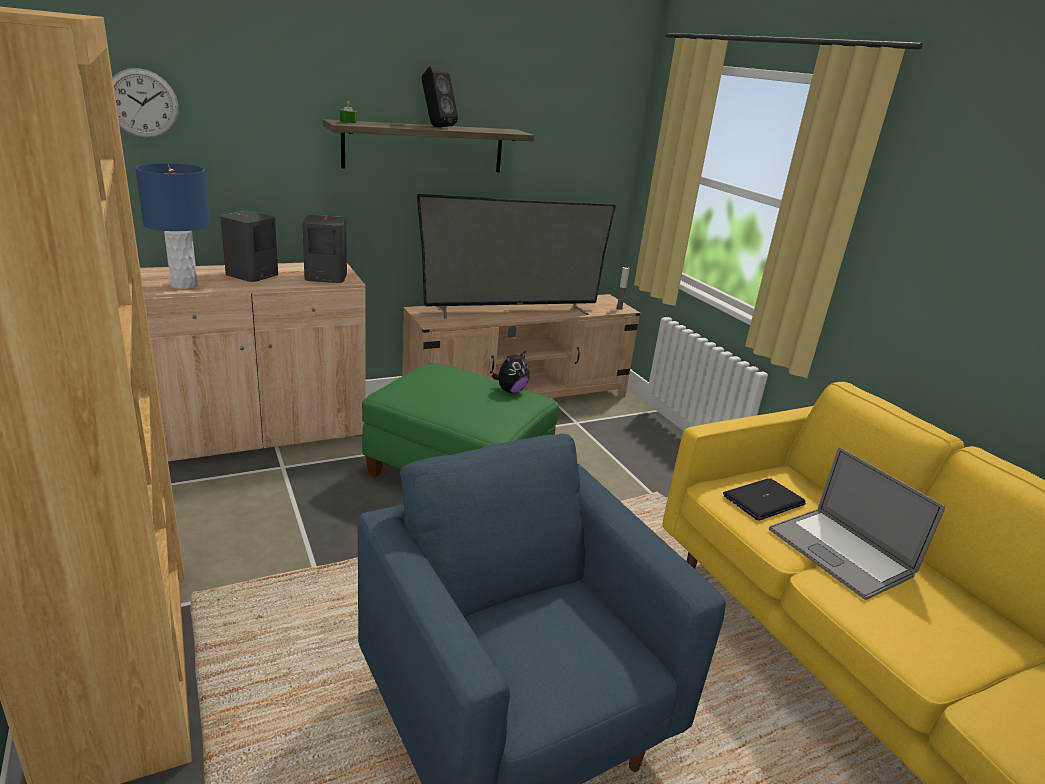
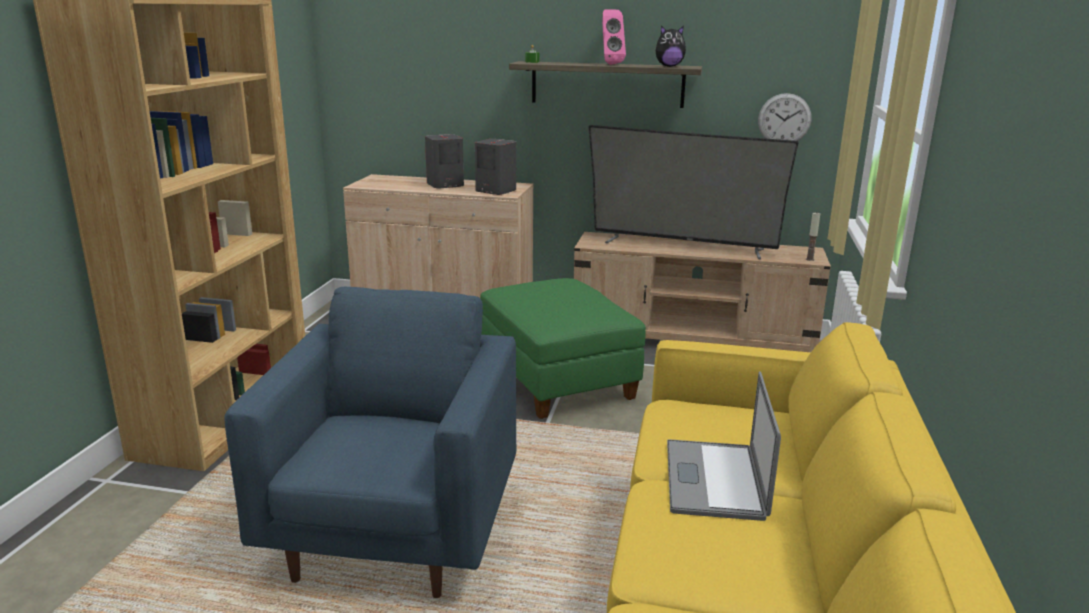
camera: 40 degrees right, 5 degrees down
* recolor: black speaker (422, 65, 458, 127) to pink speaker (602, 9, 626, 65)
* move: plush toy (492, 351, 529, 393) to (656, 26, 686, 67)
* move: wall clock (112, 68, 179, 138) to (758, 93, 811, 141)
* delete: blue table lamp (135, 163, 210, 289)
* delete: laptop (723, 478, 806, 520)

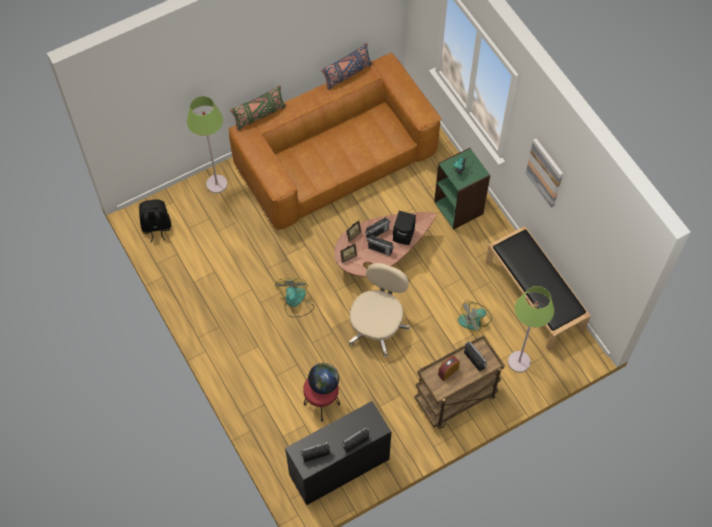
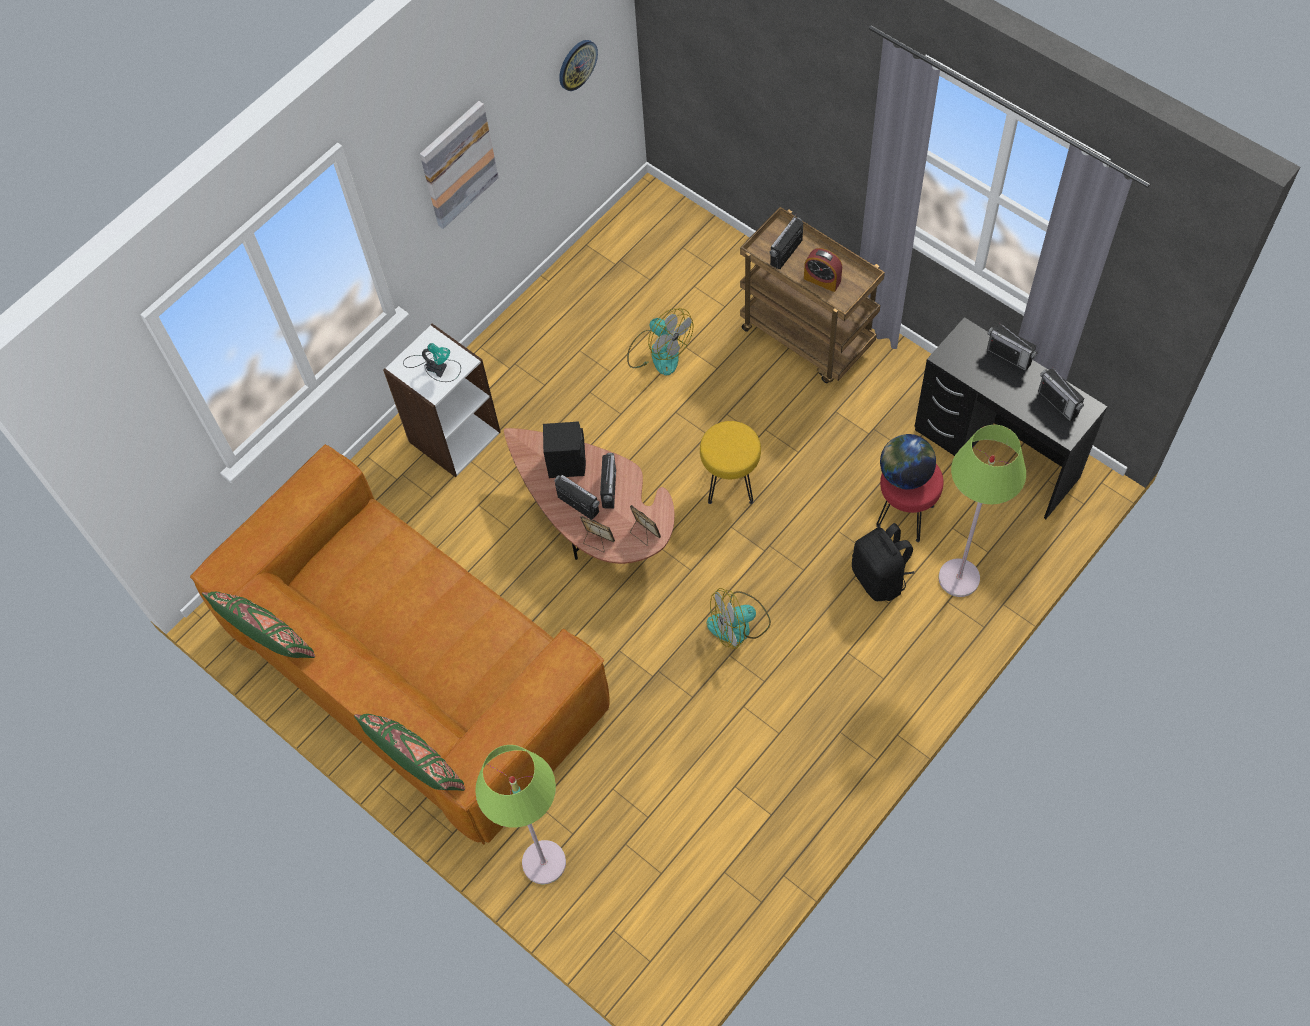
camera: 105 degrees left, 0 degrees up
* recolor: blue pillow (321, 43, 372, 90) to green pillow (202, 592, 315, 658)
* recolor: green bookcase (434, 148, 491, 230) to white bookcase (383, 324, 501, 477)
* insert: wall clock (559, 40, 598, 91)
* replace: beige office chair (349, 263, 410, 357) to yellow stool (700, 421, 761, 504)
* move: black backpack (139, 199, 171, 242) to (852, 523, 914, 601)
* move: green floor lamp (508, 286, 554, 373) to (938, 425, 1026, 597)
* delete: black bench (485, 226, 590, 351)

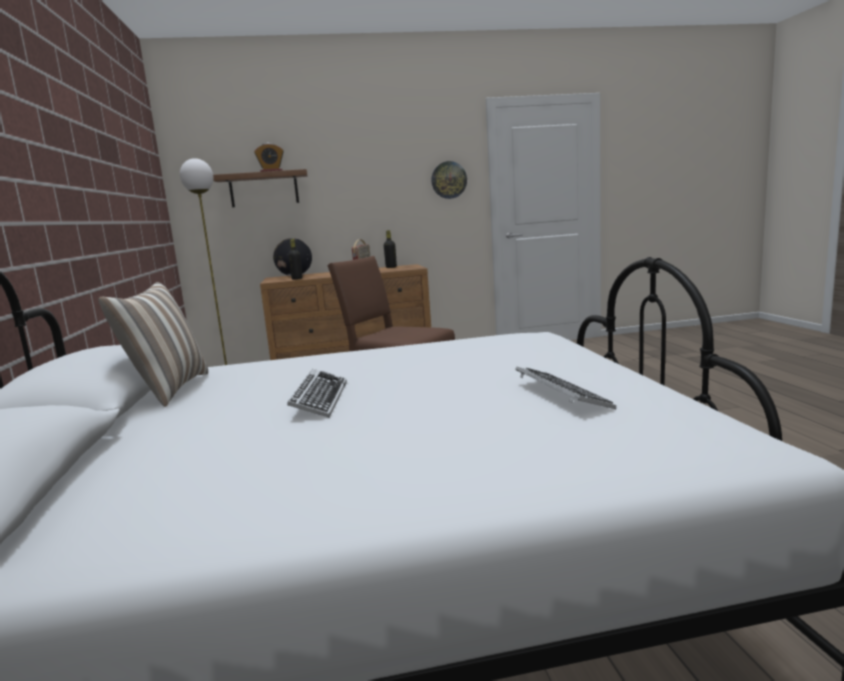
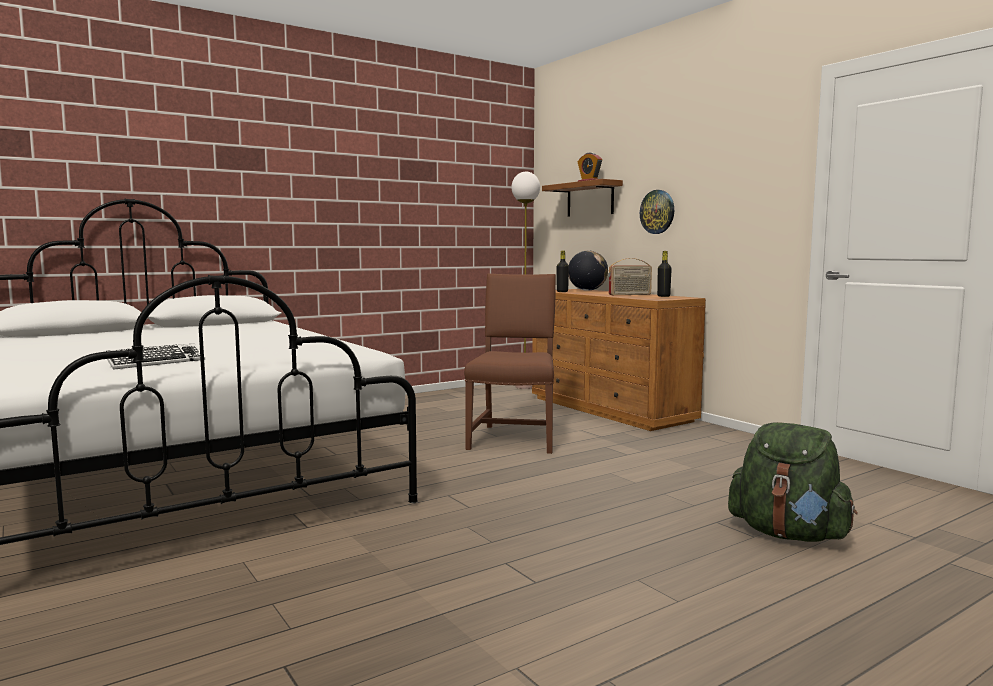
camera: 65 degrees right, 5 degrees down
* move: wall clock (431, 161, 467, 199) to (640, 190, 674, 234)
* insert: green backpack (728, 422, 858, 542)
* delete: pillow (98, 282, 208, 407)
* delete: keyboard (287, 369, 347, 418)

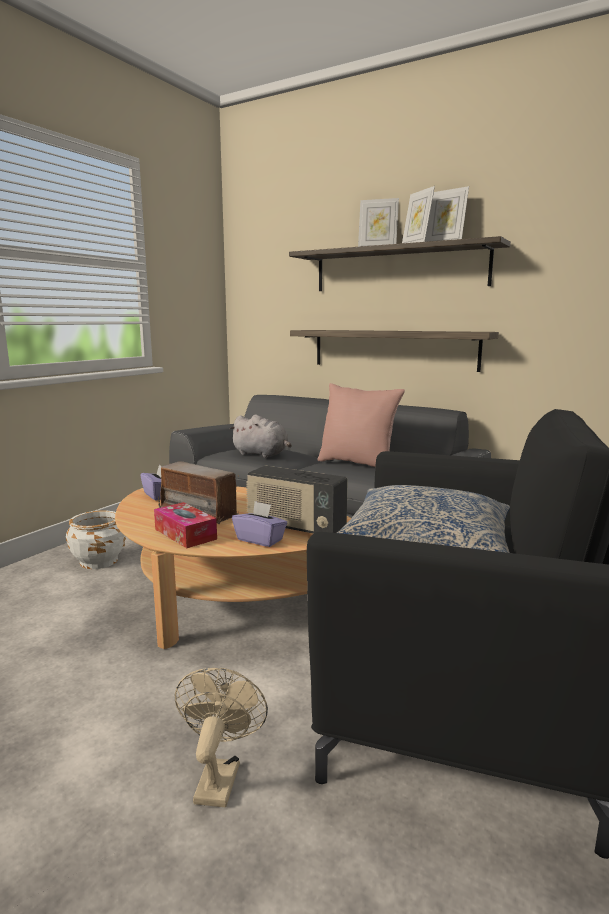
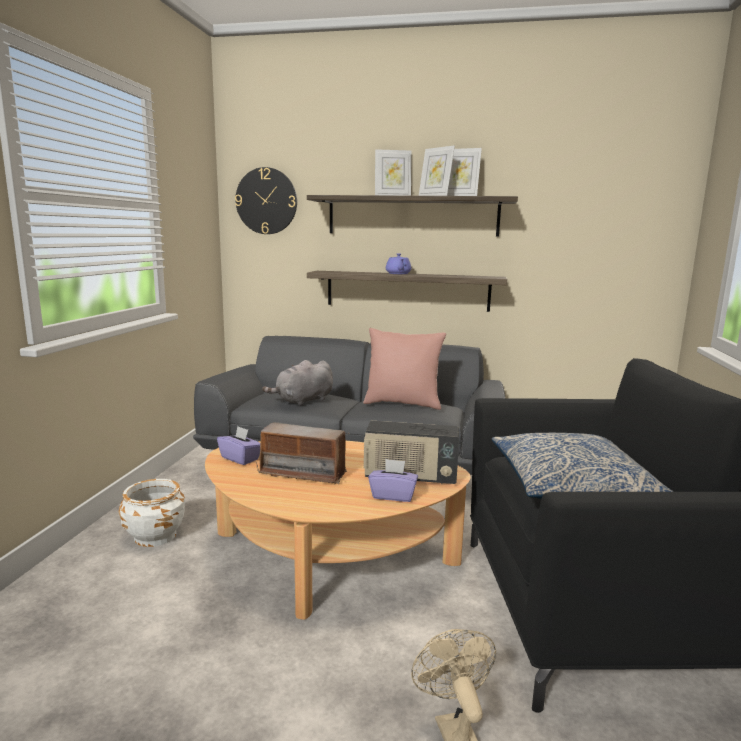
camera: 20 degrees left, 0 degrees up
* insert: wall clock (235, 167, 297, 234)
* rotate: grey plush toy (229, 415, 292, 458) = (262, 360, 333, 406) 135 degrees clockwise
* insert: purple teapot (386, 253, 411, 274)
* delete: tissue box (154, 502, 217, 548)

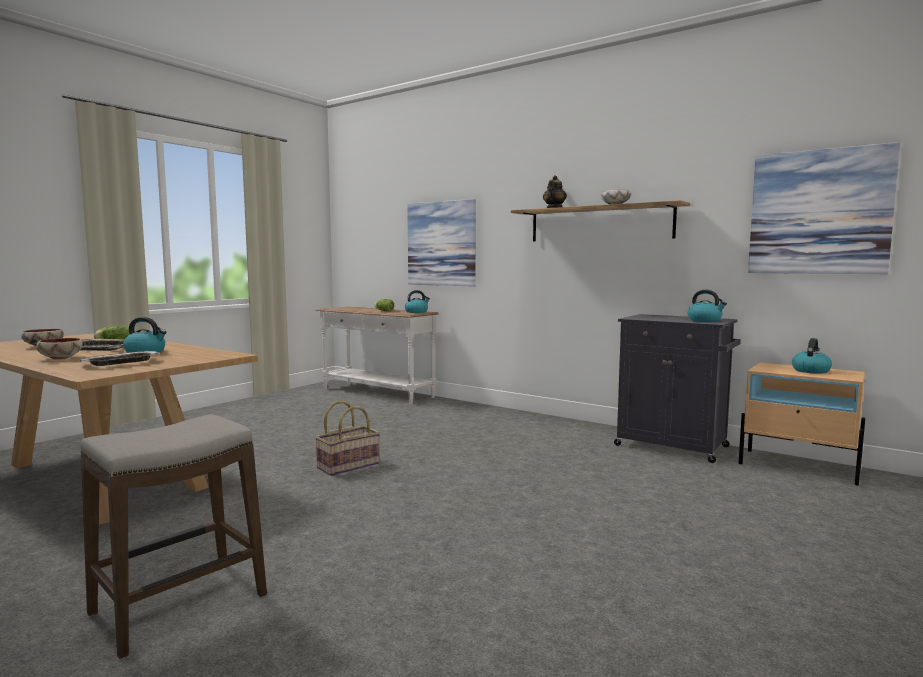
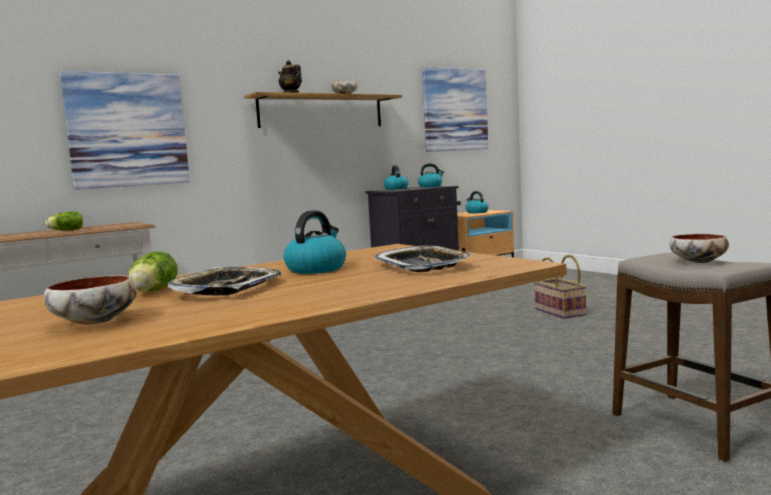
camera: 70 degrees left, 0 degrees up
* move: kettle (405, 290, 430, 313) to (384, 165, 409, 190)
* move: basket (315, 401, 380, 476) to (534, 255, 587, 319)
* move: bowl (36, 338, 83, 360) to (670, 234, 729, 263)

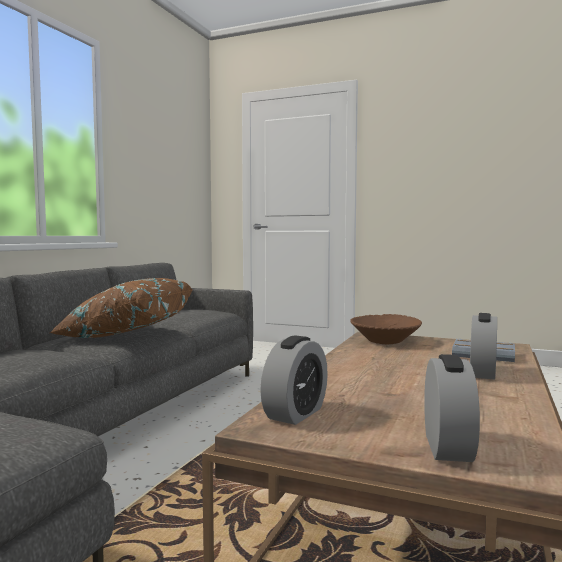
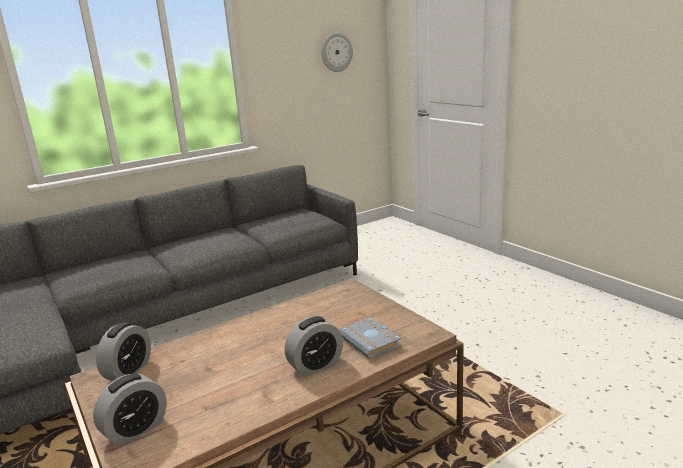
camera: 35 degrees right, 15 degrees up
* rotate: alarm clock (260, 335, 328, 425) = (96, 322, 151, 381) 45 degrees counterclockwise
* insert: wall clock (322, 32, 353, 72)
* delete: brown pillow (50, 278, 192, 338)
* delete: brown bowl (350, 314, 422, 344)

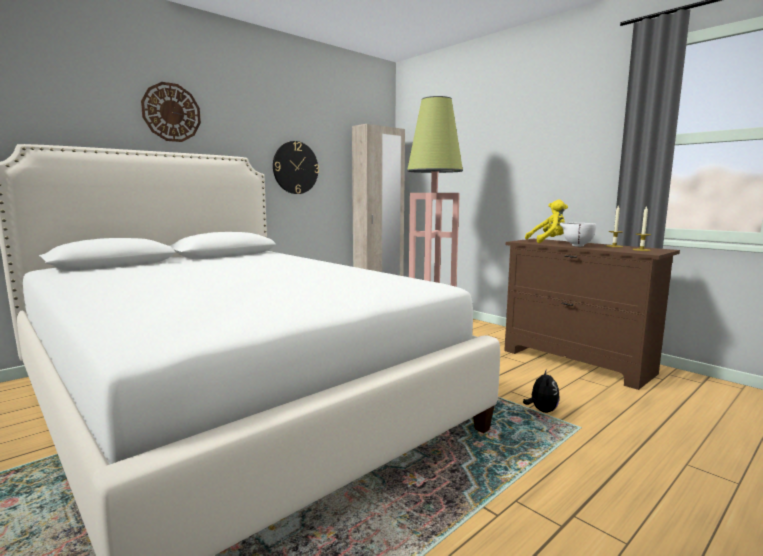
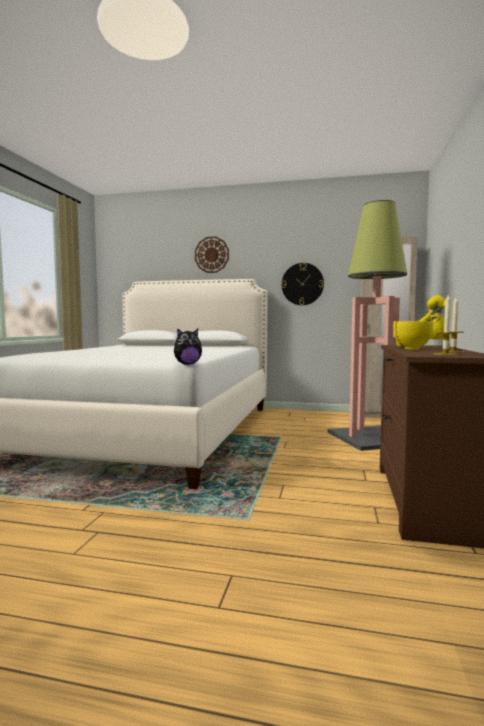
camera: 55 degrees right, 5 degrees down
* move: plush toy (523, 369, 559, 413) to (174, 328, 202, 365)
* recolor: white bowl (560, 222, 596, 247) to yellow bowl (393, 321, 433, 350)

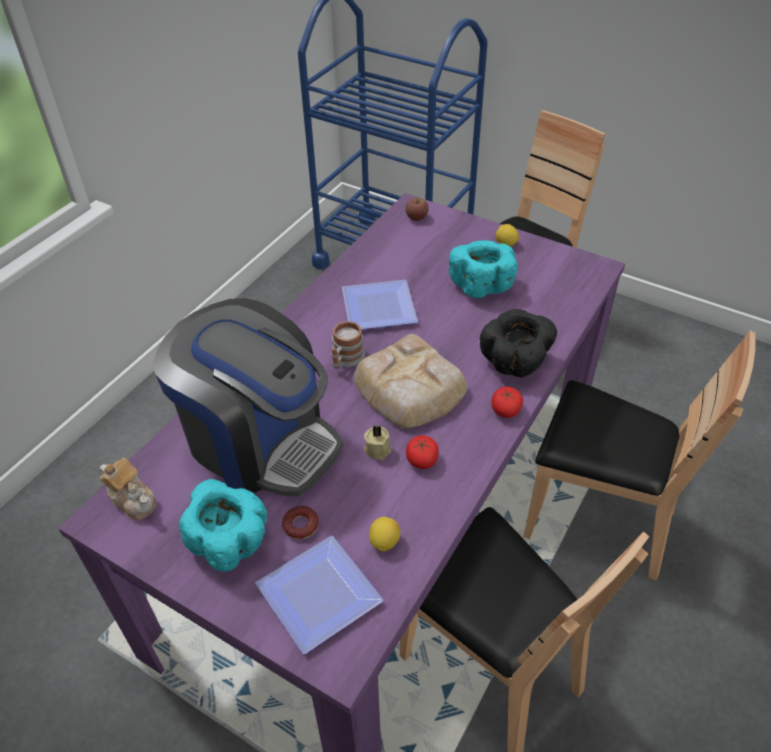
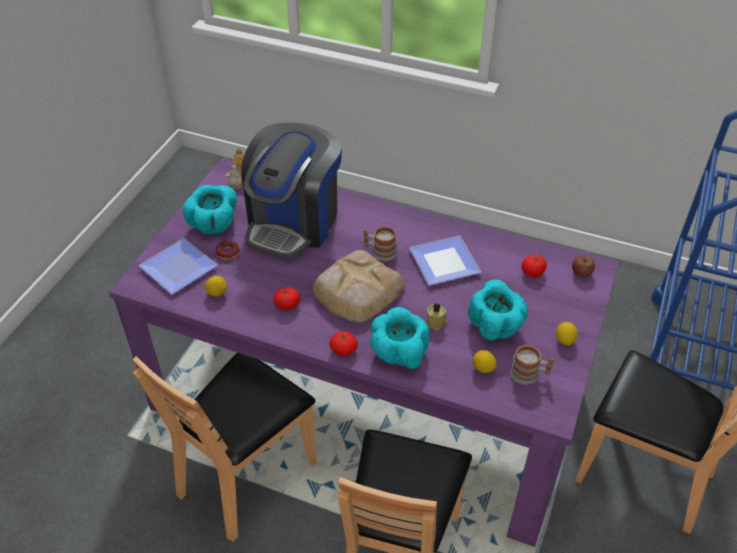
camera: 80 degrees right, 0 degrees up
* recolor: black bowl (480, 309, 557, 378) to turquoise bowl (370, 307, 429, 369)
* move: beige candle (364, 425, 391, 460) to (426, 303, 447, 331)
* insert: lemon (473, 350, 496, 373)
* insert: mug (510, 345, 554, 385)
* insert: tomato (522, 254, 547, 277)

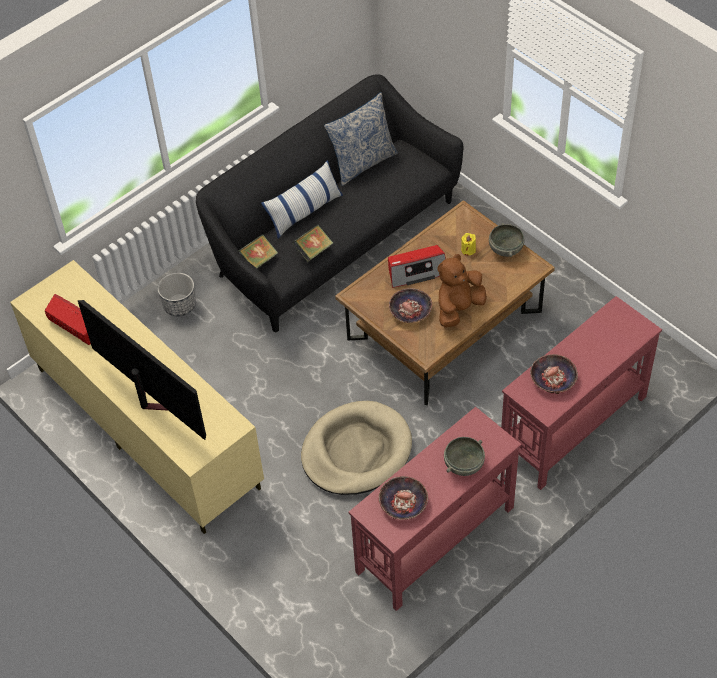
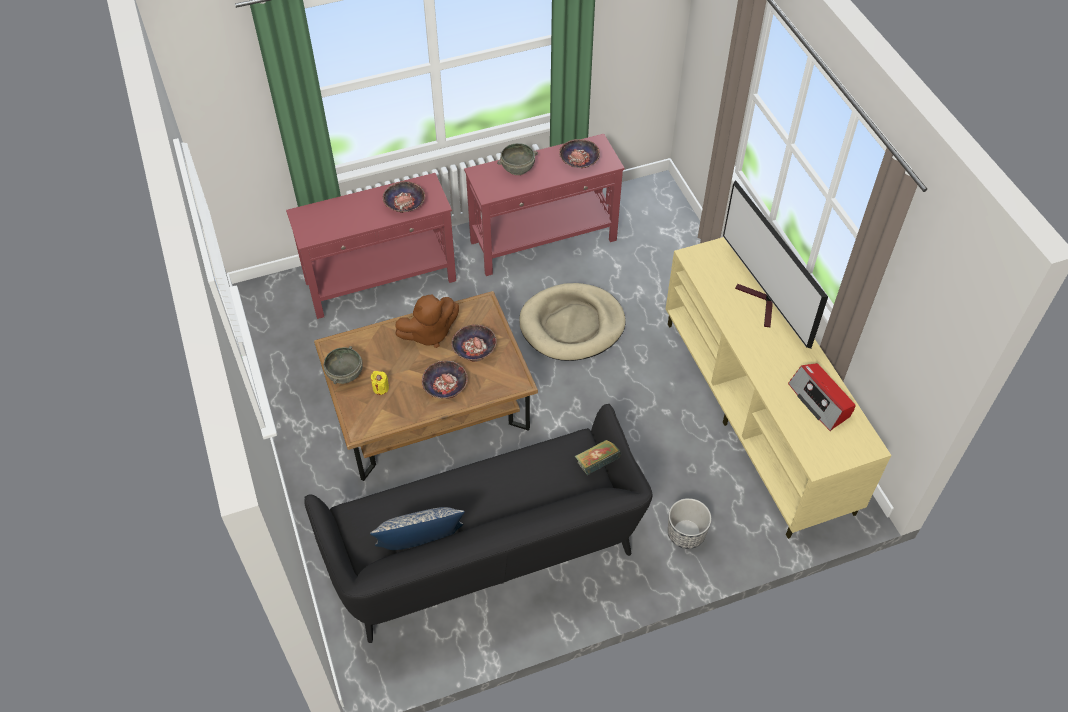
camera: 160 degrees left, 0 degrees up
* replace: radio (388, 245, 446, 288) to bowl (422, 361, 468, 399)
* delete: pillow (261, 160, 343, 239)
* delete: book (292, 225, 333, 262)

